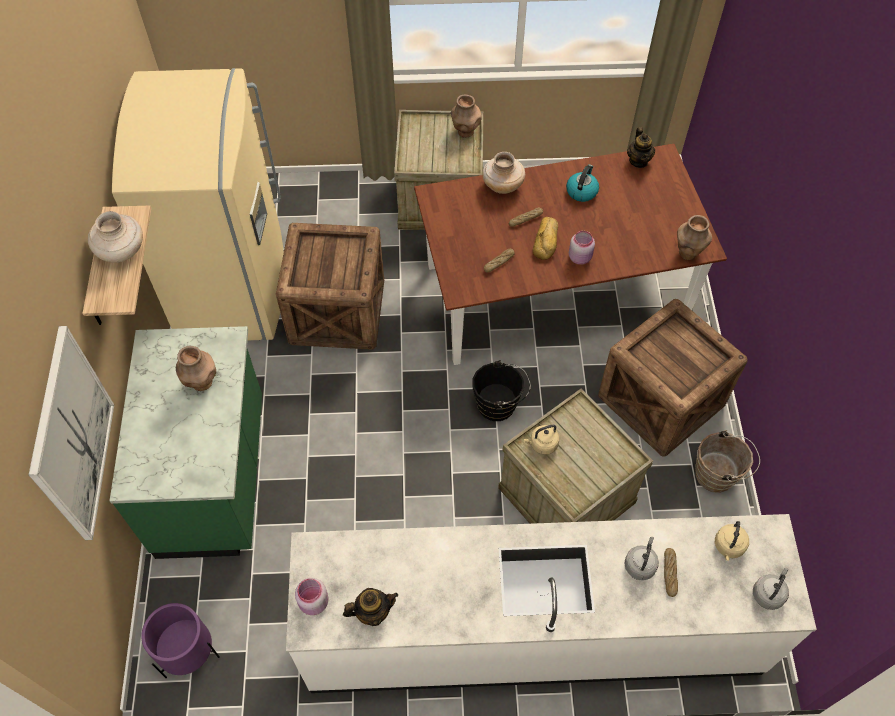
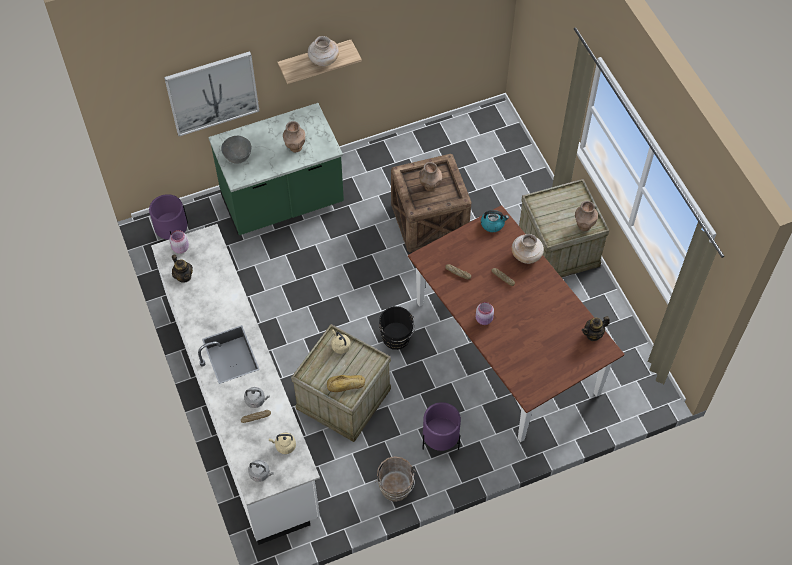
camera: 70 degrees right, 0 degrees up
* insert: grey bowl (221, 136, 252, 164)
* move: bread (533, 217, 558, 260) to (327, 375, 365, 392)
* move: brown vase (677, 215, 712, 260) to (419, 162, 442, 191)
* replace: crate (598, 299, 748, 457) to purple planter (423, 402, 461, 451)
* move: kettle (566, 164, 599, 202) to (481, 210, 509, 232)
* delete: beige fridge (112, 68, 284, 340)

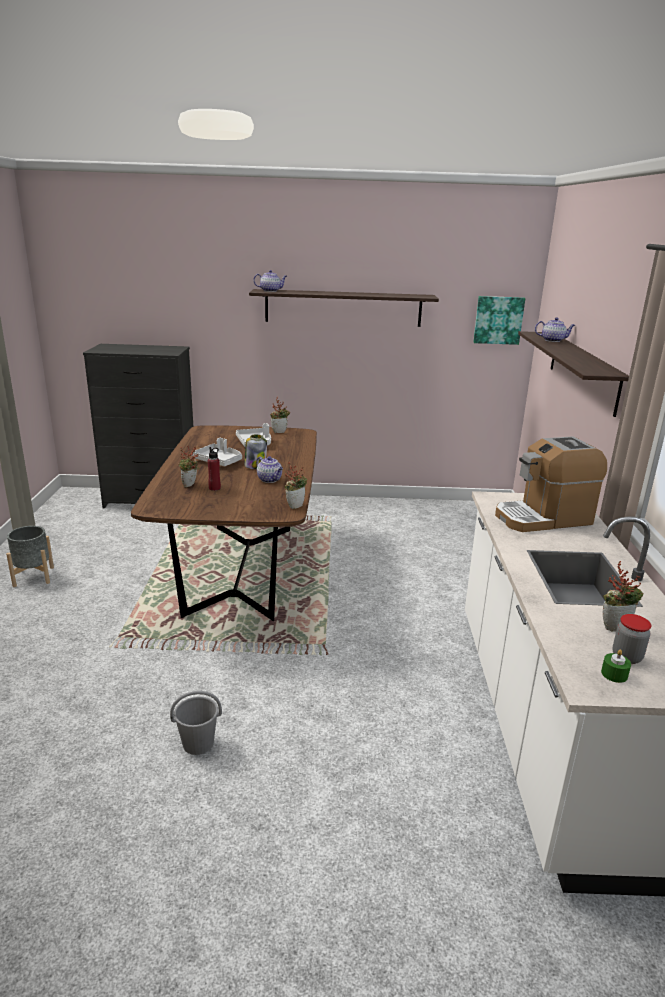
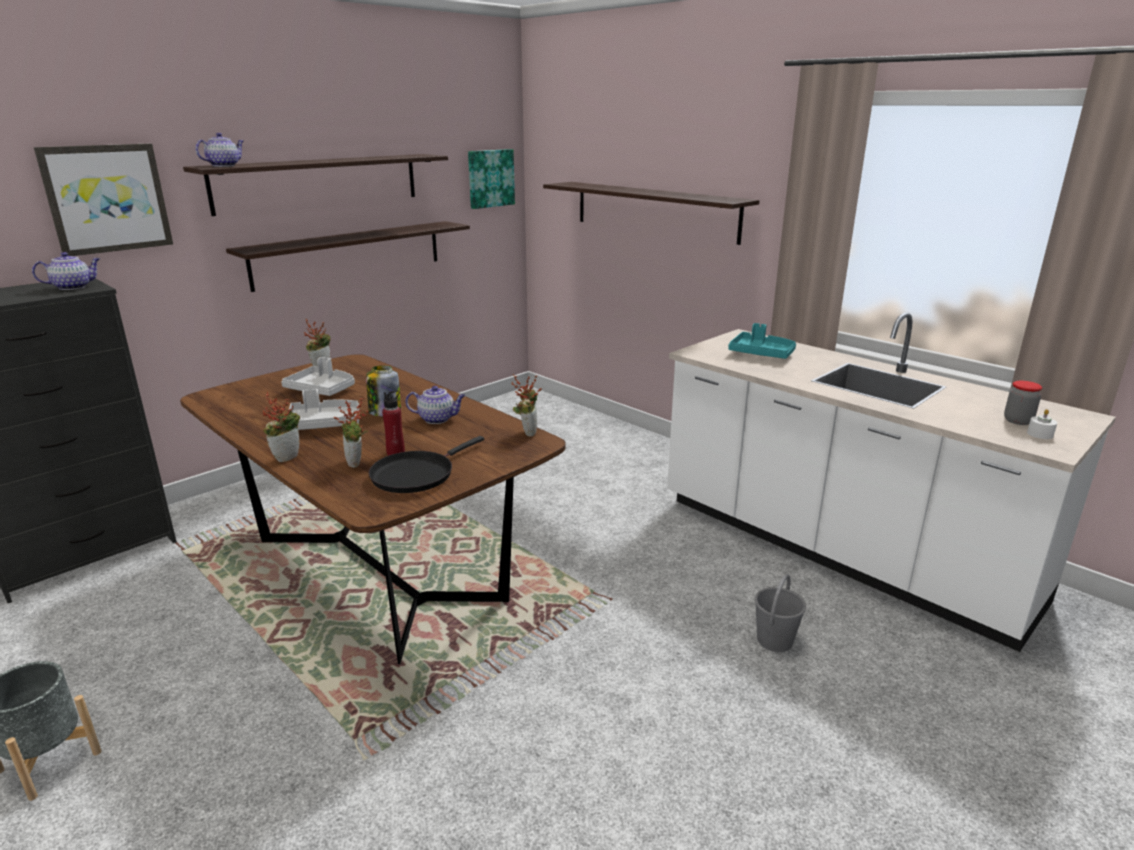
camera: 45 degrees left, 0 degrees up
* move: teapot (535, 317, 575, 342) to (32, 252, 100, 290)
* insert: picture (34, 143, 173, 256)
* insert: shelf (226, 221, 470, 292)
* move: potted plant (603, 561, 643, 632) to (263, 392, 300, 462)
* insert: black frying pan (369, 436, 484, 493)
* replace: coffee machine (495, 436, 607, 532) to turquoise tray (728, 323, 796, 359)
* move: grey bucket (170, 691, 222, 755) to (755, 574, 806, 652)
* recolor: green candle (601, 649, 631, 683) to white candle (1027, 409, 1057, 439)

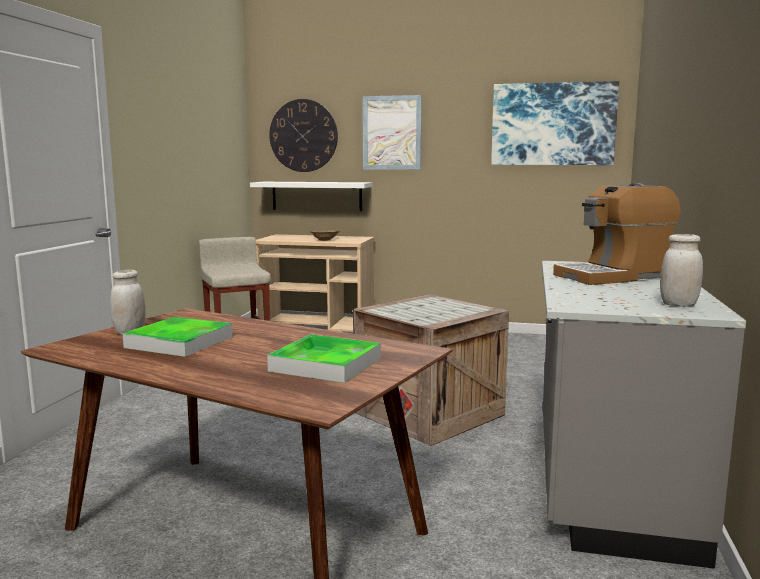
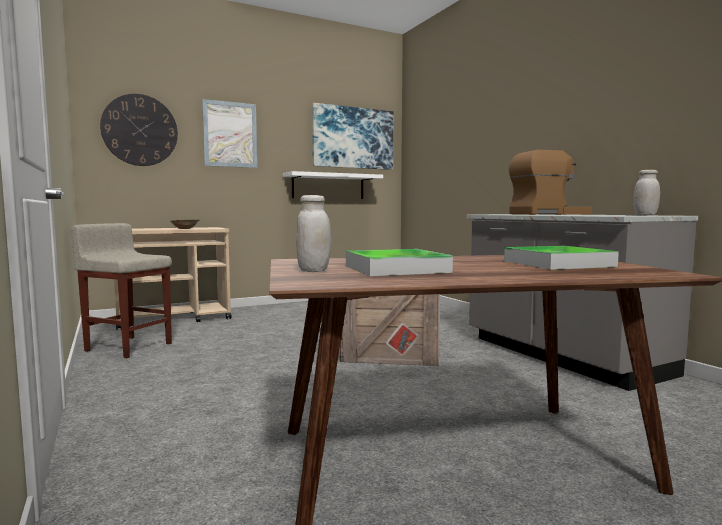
camera: 40 degrees left, 5 degrees down
* move: white shelf (250, 182, 372, 211) to (283, 171, 383, 199)
* rotate: coffee machine (553, 183, 680, 285) = (509, 150, 592, 215) 135 degrees counterclockwise

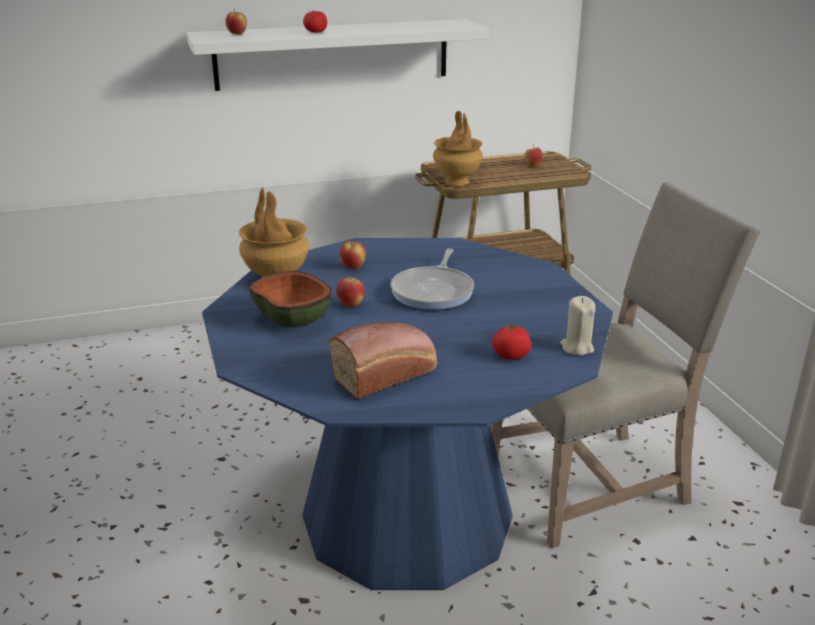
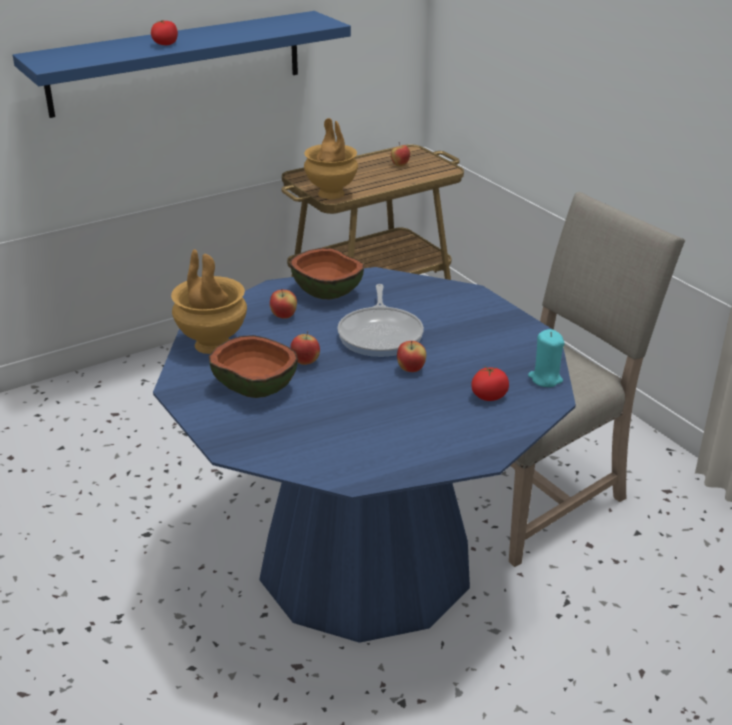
camera: 15 degrees left, 5 degrees up
* recolor: white shelf (187, 19, 489, 91) to blue shelf (13, 11, 351, 118)
* insert: bowl (290, 248, 364, 299)
* move: apple (225, 10, 247, 35) to (397, 341, 426, 372)
* recolor: beige candle (560, 296, 595, 356) to turquoise candle (528, 329, 565, 387)
* delete: bread (329, 322, 437, 399)

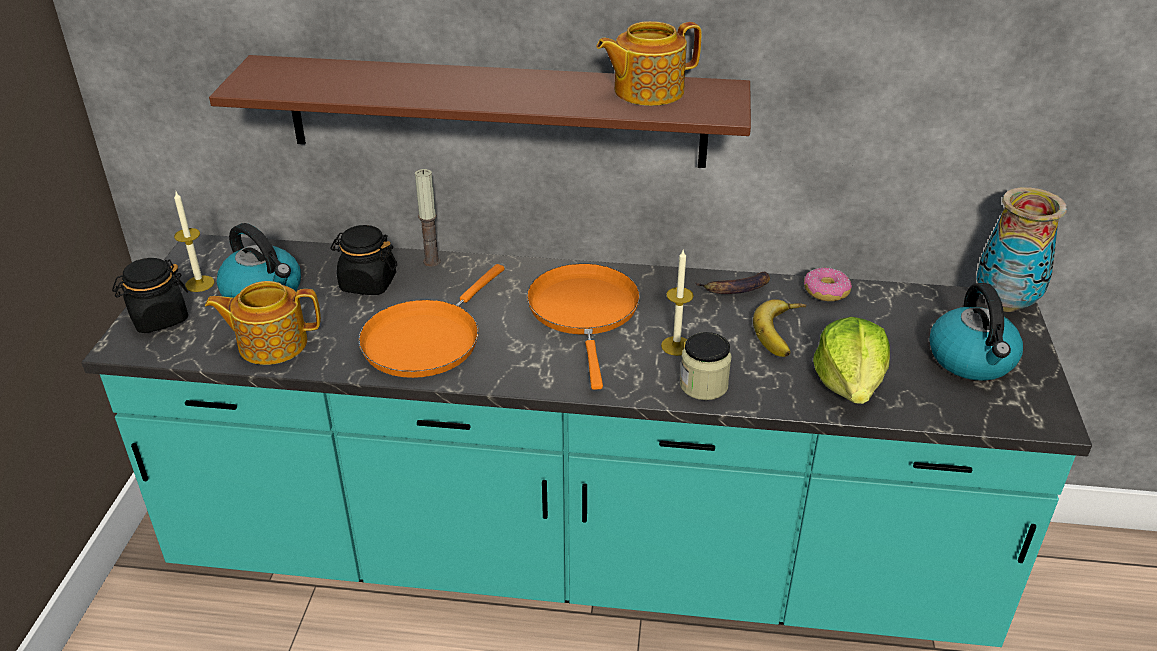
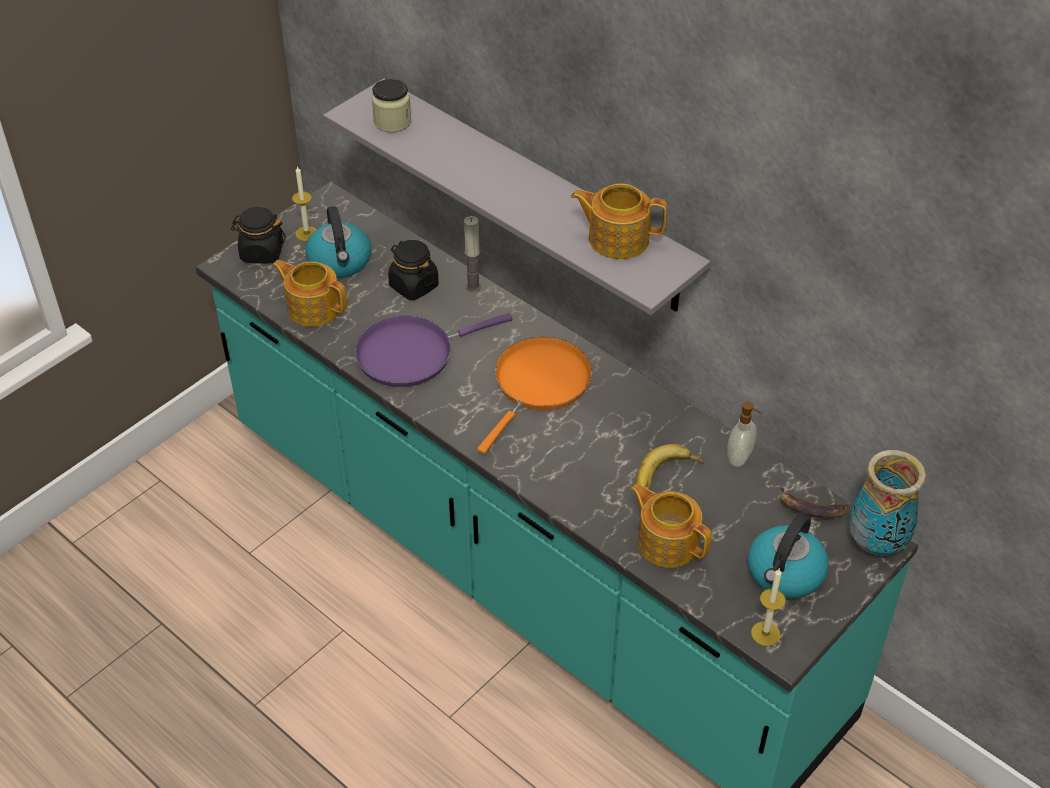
camera: 35 degrees right, 10 degrees up
* recolor: brown shelf (209, 55, 751, 168) to grey shelf (323, 79, 710, 315)
* recolor: orange frying pan (358, 264, 504, 378) to purple frying pan (355, 313, 513, 387)
* move: jar (680, 332, 731, 400) to (371, 79, 412, 133)
* replace: lettuce (813, 317, 890, 404) to teapot (630, 483, 712, 568)
* replace: donut (804, 268, 852, 301) to soap dispenser (727, 401, 762, 467)
* move: candle (661, 250, 694, 356) to (751, 569, 786, 646)
* move: banana (696, 272, 770, 294) to (780, 485, 848, 518)

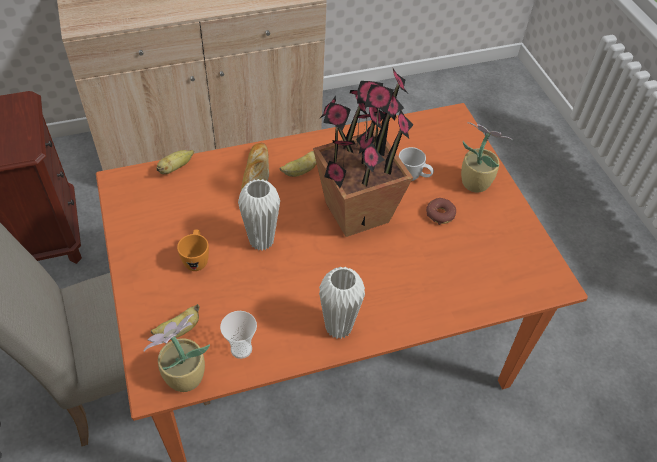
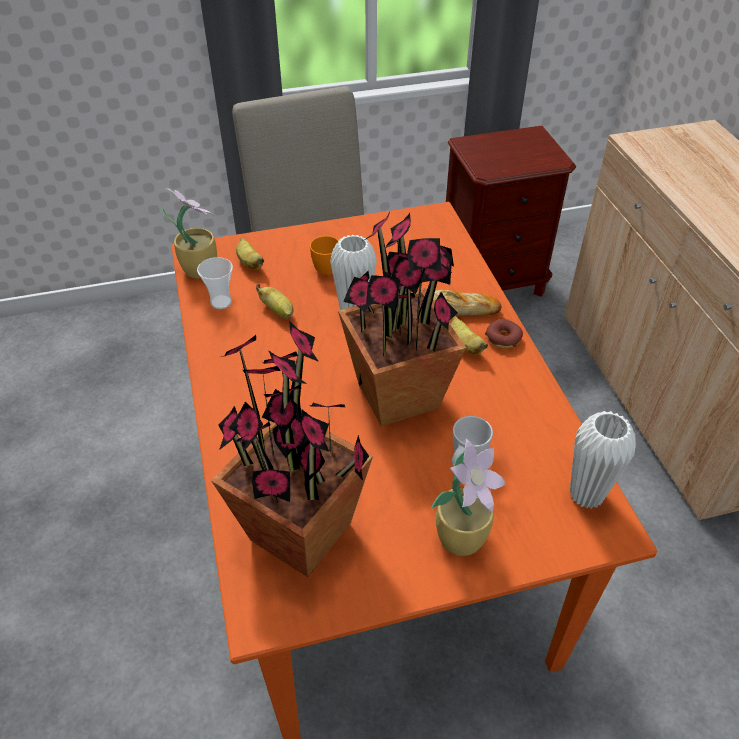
camera: 95 degrees right, 5 degrees down
* insert: potted plant (211, 321, 373, 577)
* move: banana (156, 150, 194, 174) to (256, 284, 293, 319)
* move: donut (426, 198, 456, 225) to (485, 319, 523, 349)
* move: white vase (319, 267, 365, 339) to (570, 411, 636, 509)

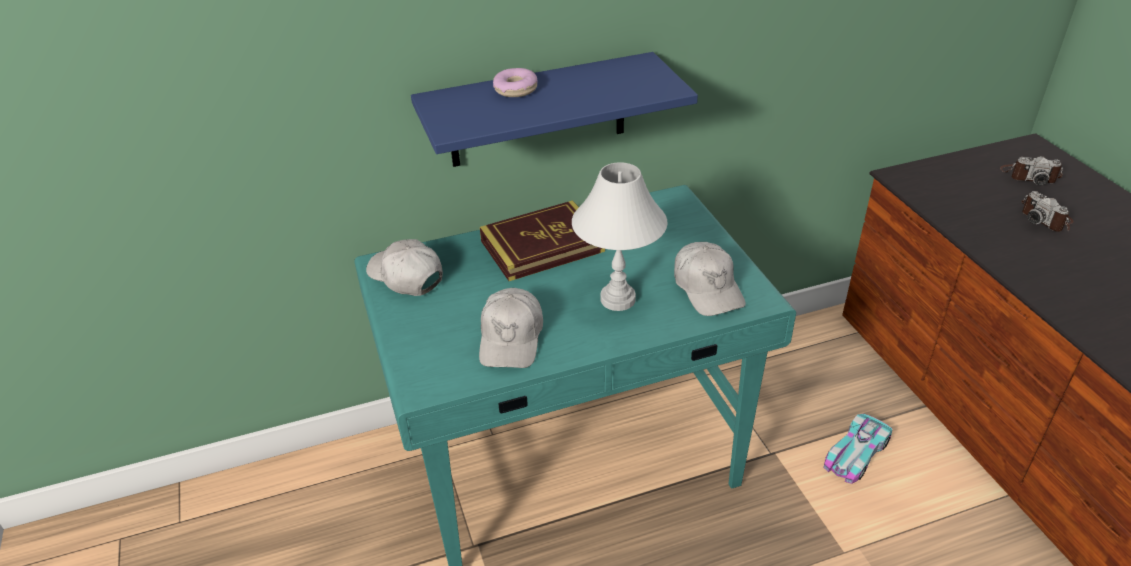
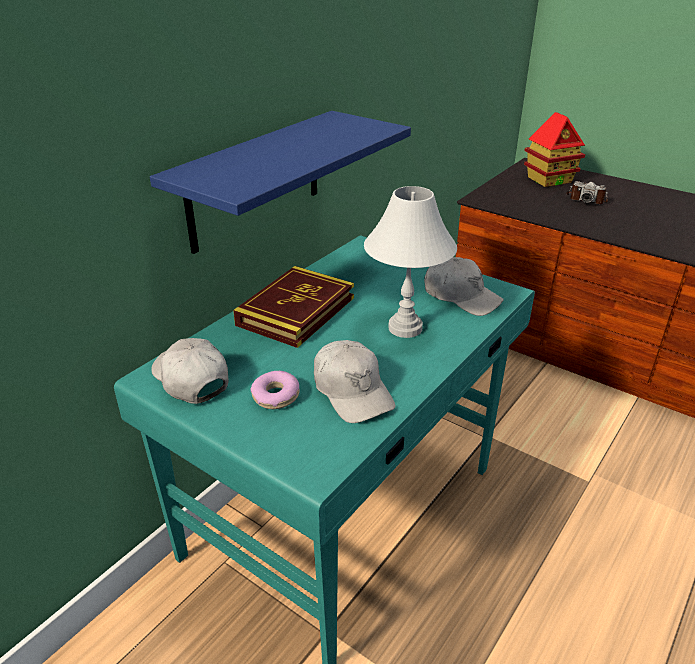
camera: 35 degrees left, 5 degrees down
* rotate: white cap (366, 239, 443, 296) = (151, 338, 229, 404) 45 degrees clockwise
* move: donut (493, 68, 537, 97) to (251, 371, 300, 409)
* replace: photo camera (1000, 156, 1063, 185) to toy house (524, 112, 585, 187)
* delete: toy car (823, 414, 892, 484)

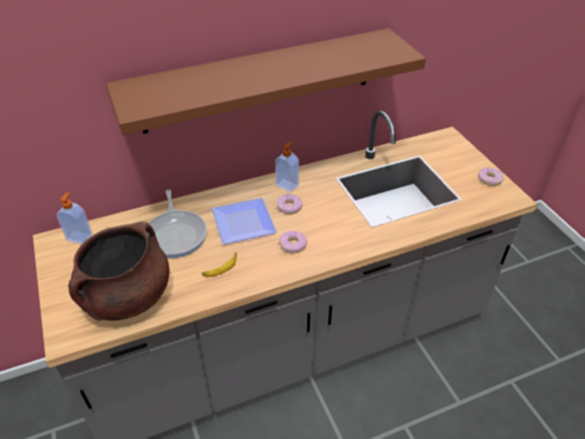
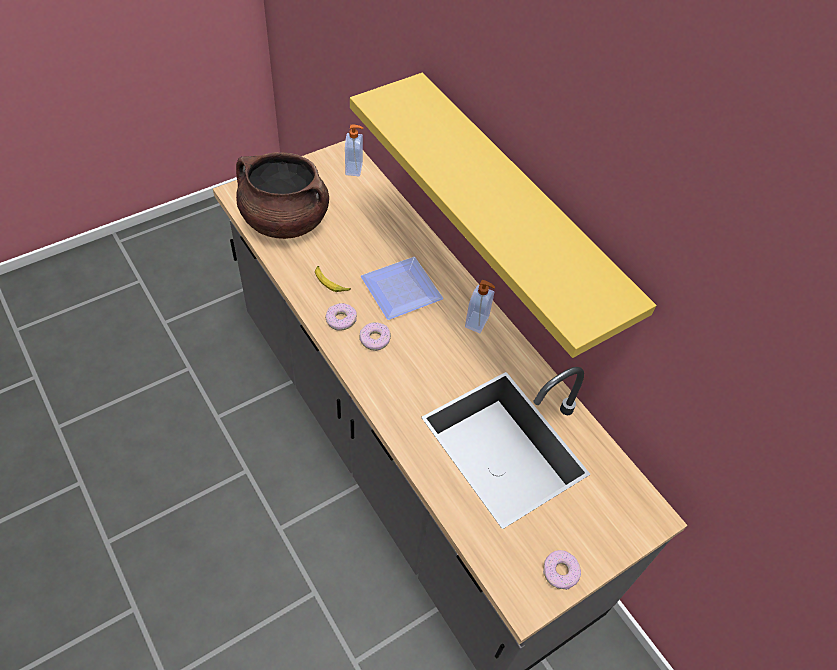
camera: 75 degrees right, 10 degrees up
* move: donut (277, 194, 302, 214) to (325, 303, 357, 331)
* recolor: brown shelf (106, 28, 426, 135) to yellow shelf (350, 73, 656, 358)
* delete: frying pan (149, 190, 207, 258)

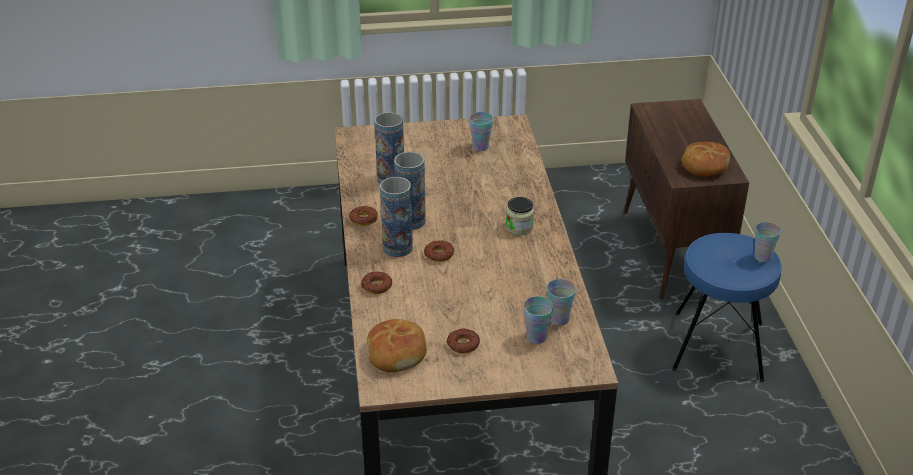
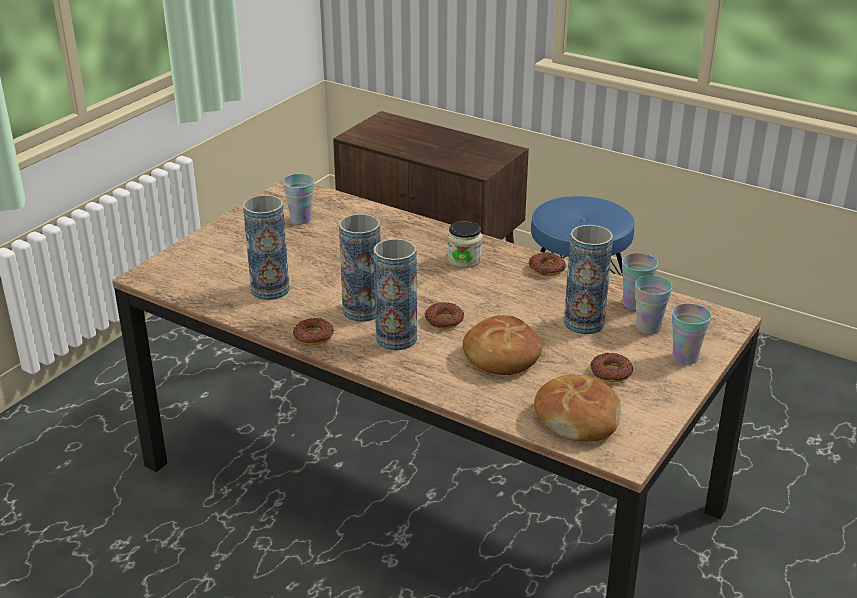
camera: 50 degrees left, 5 degrees down
* move: bread (681, 142, 730, 177) to (463, 315, 542, 375)
* move: donut (361, 271, 392, 294) to (529, 252, 566, 276)
* insert: vase (564, 225, 613, 334)
* move: cup (754, 222, 781, 262) to (672, 303, 711, 365)

